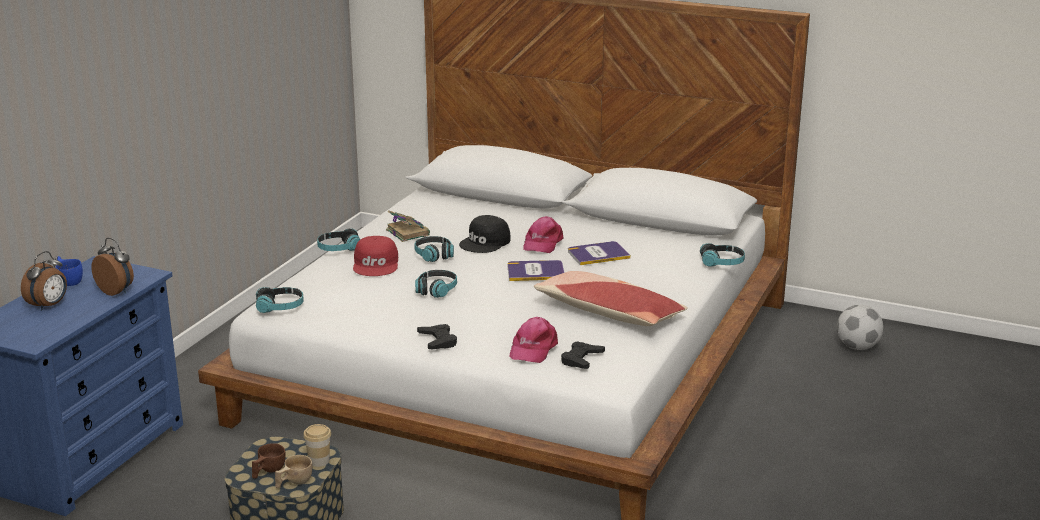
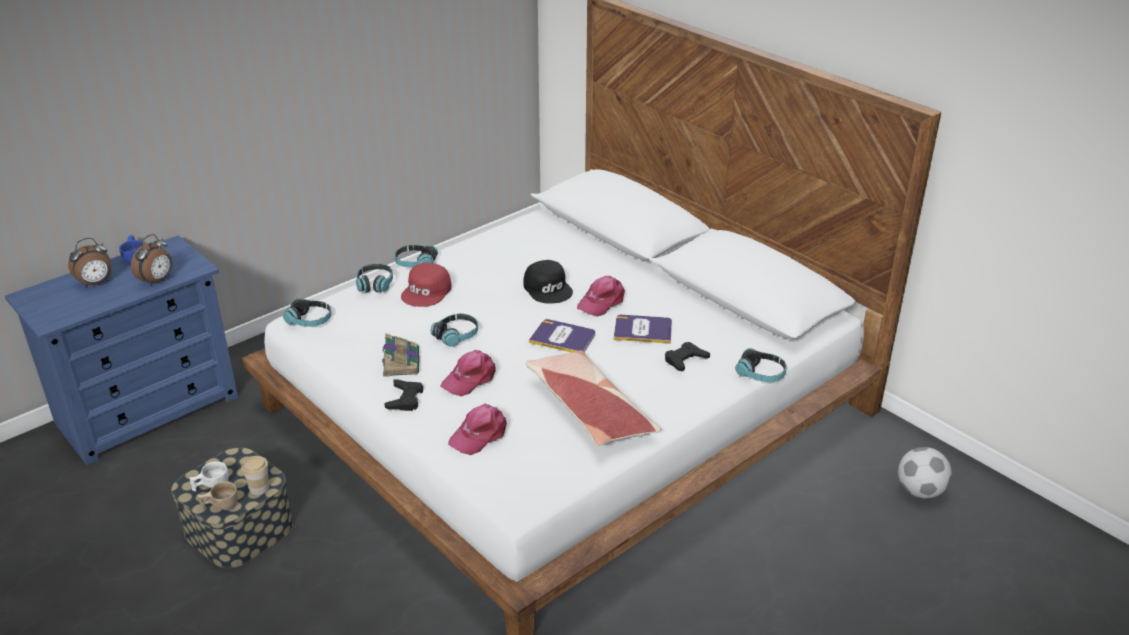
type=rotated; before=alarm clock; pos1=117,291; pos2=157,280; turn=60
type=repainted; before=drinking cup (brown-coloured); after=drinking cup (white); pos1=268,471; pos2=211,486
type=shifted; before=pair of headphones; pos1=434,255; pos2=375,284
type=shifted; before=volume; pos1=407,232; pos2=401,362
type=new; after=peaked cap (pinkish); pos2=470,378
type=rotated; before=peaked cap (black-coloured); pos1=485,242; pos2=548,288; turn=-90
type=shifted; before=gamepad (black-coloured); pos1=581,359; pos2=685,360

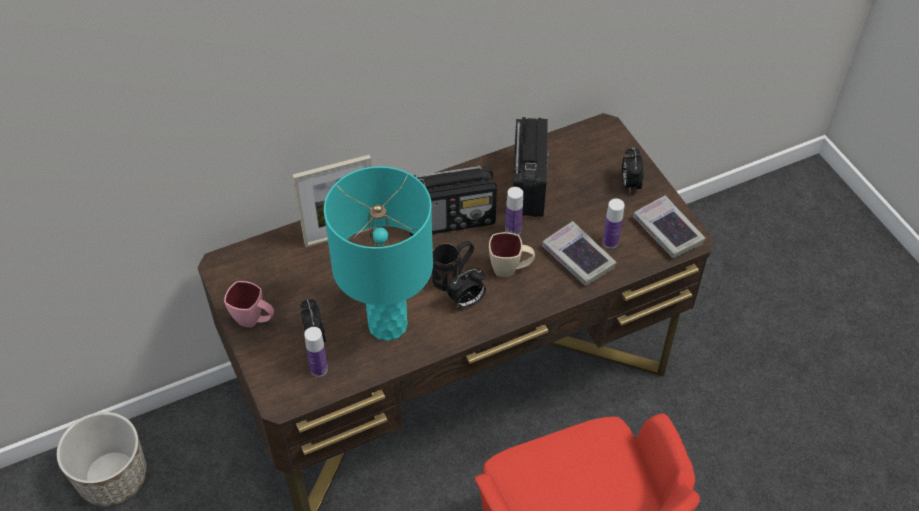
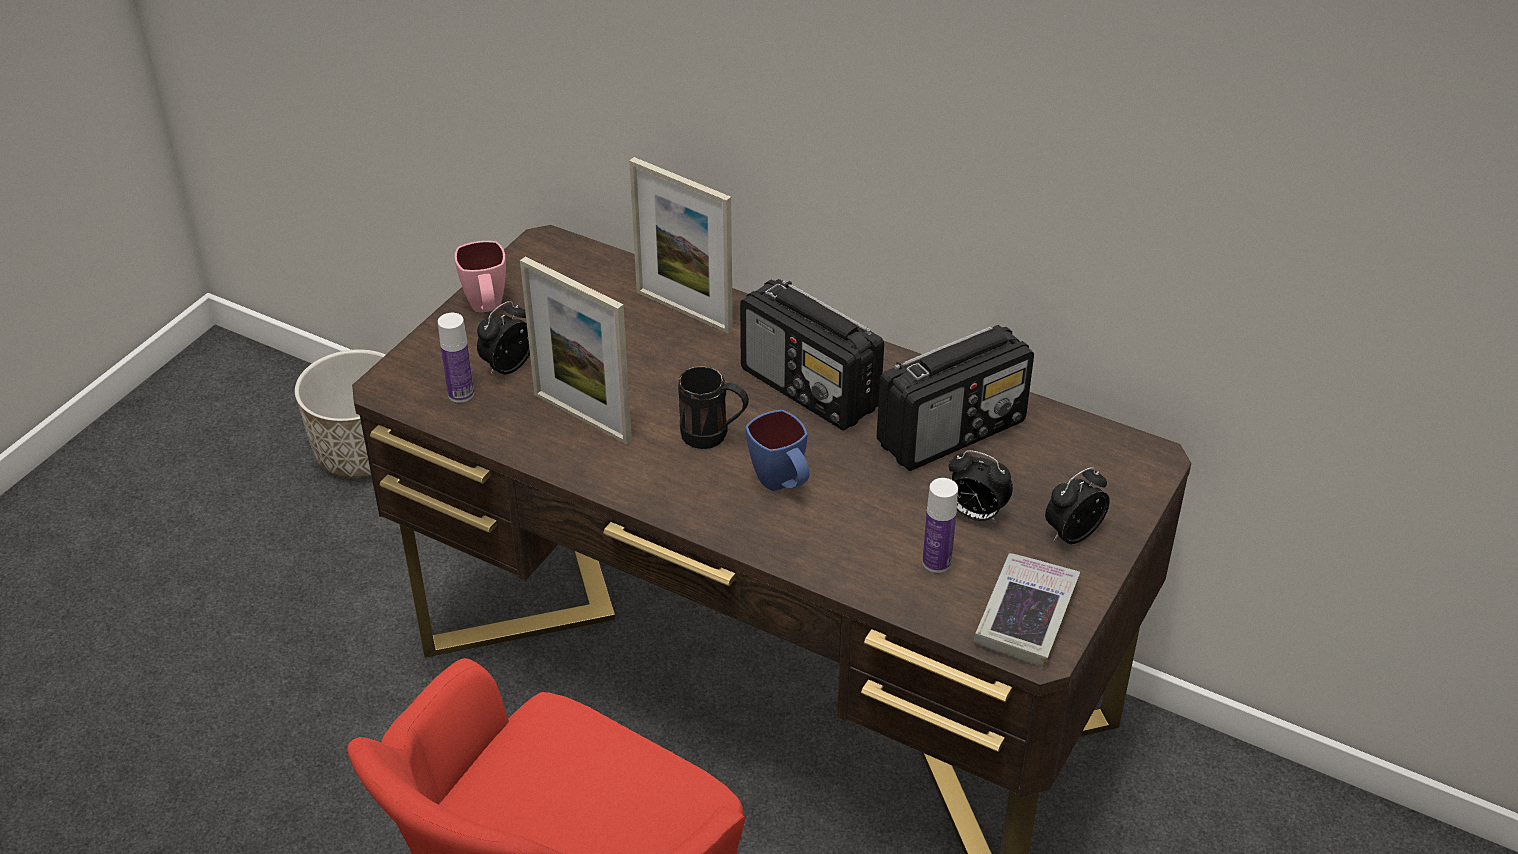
type=swapped; before=table lamp (turquoise-coloured); after=picture frame; pos1=388,324; pos2=582,417
type=repainted; before=mug (sand-coloured); after=mug (blue-coloured); pos1=510,269; pos2=782,485
type=shifted; before=alarm clock; pos1=466,301; pos2=975,514
type=gone; before=beverage bottle; pos1=513,230
type=gone; before=volume; pos1=578,258

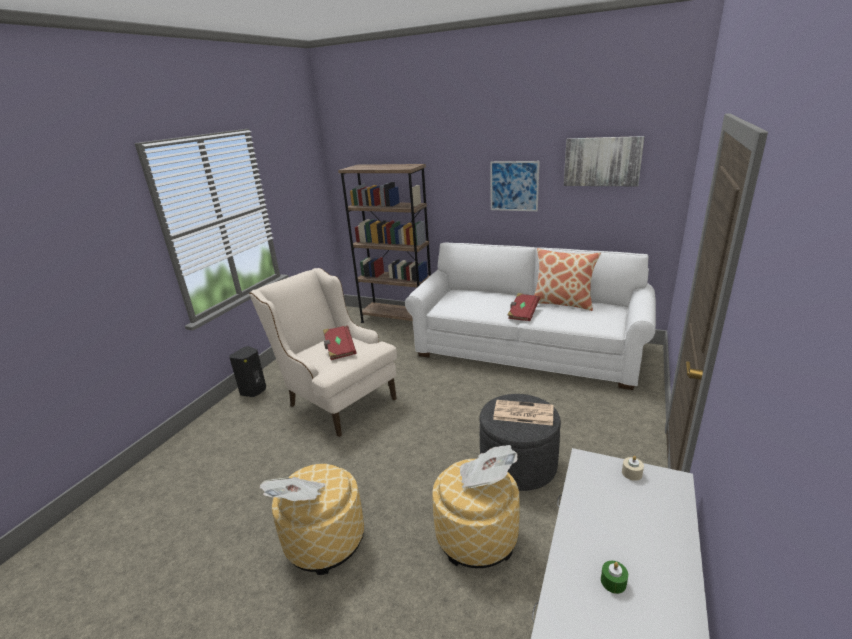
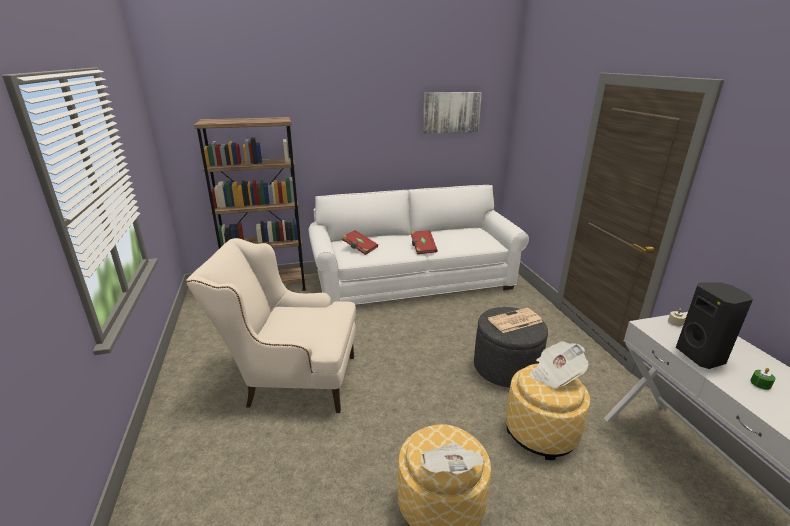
type=shifted; before=volume (red-coloured); pos1=339,349; pos2=359,248
type=shifted; before=speaker (black-coloured); pos1=254,391; pos2=701,356
type=gone; before=wall picture; pos1=514,186
type=gone; before=throw pillow; pos1=562,303

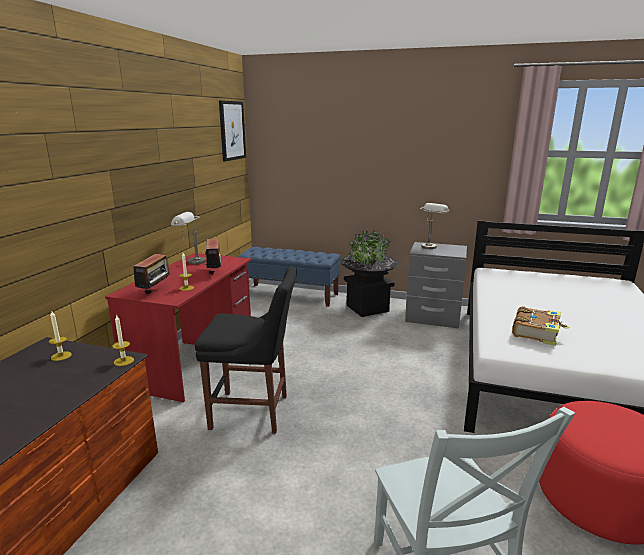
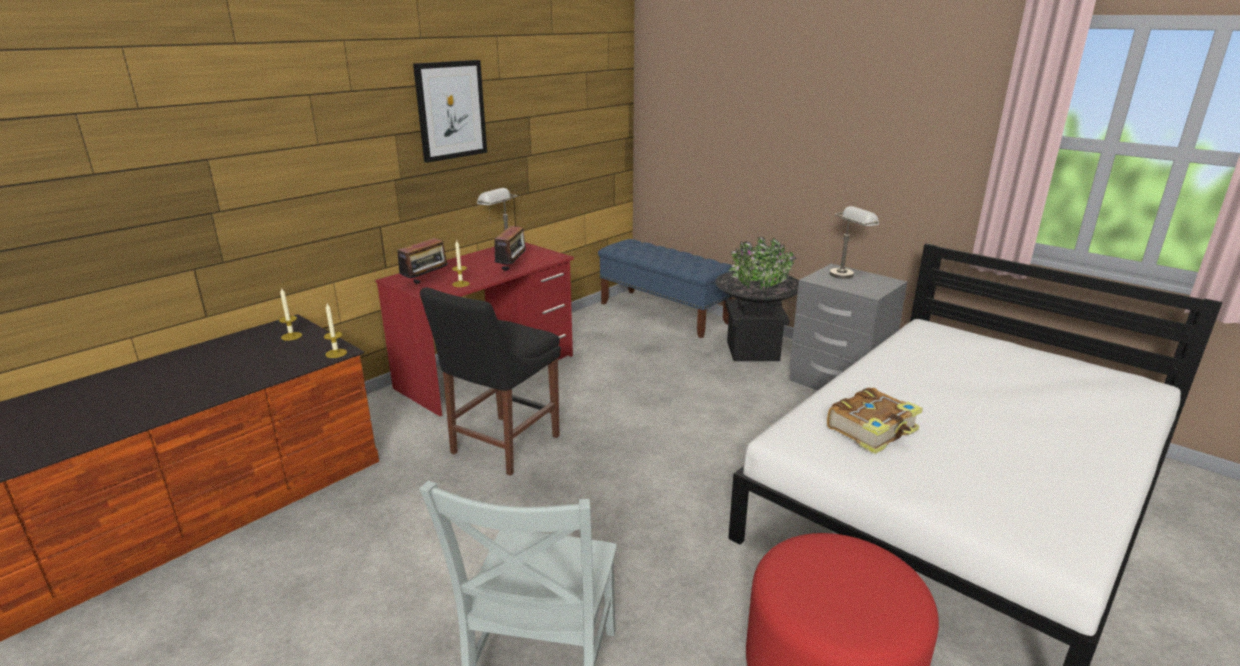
type=shifted; before=wall picture; pos1=232,130; pos2=451,110
type=rotated; before=upright chair (black-coloured); pos1=254,412; pos2=501,447; turn=90

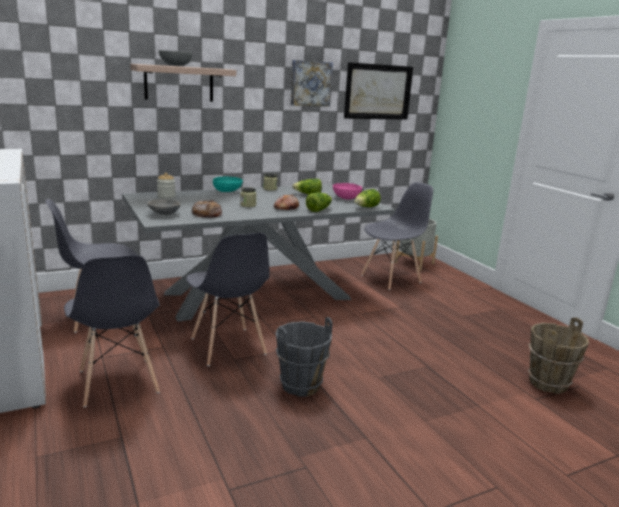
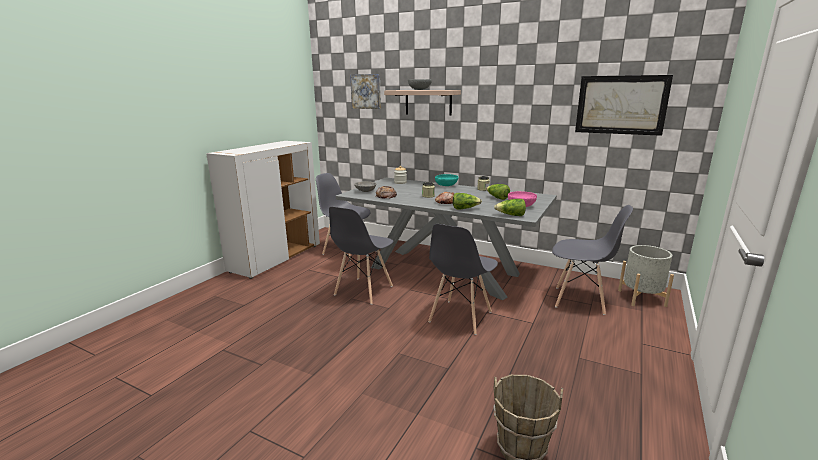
type=shifted; before=wall picture; pos1=310,83; pos2=366,91
type=shifted; before=upright chair (grey); pos1=118,382; pos2=460,317
type=gone; before=bucket (grey); pos1=300,385

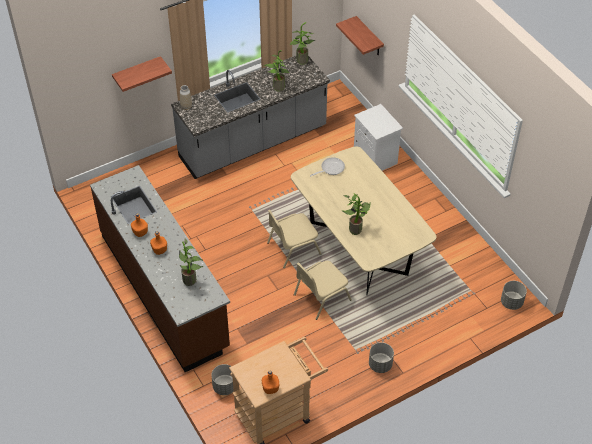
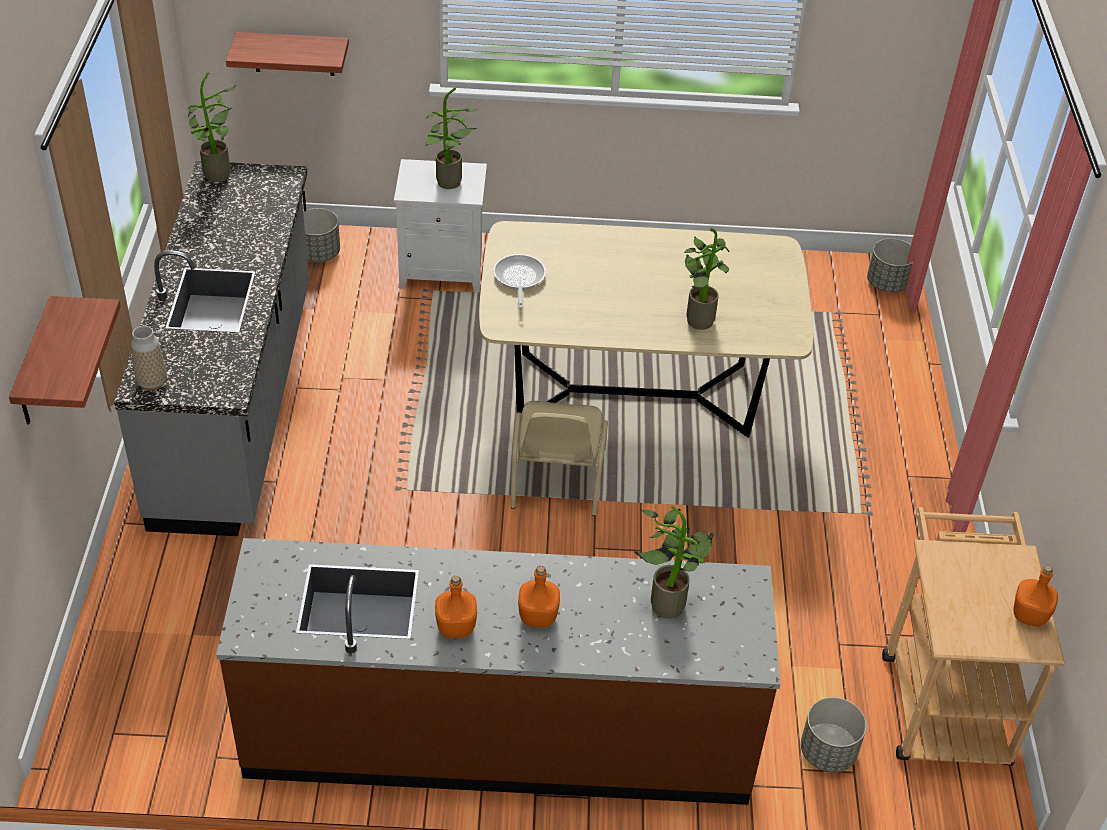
type=shifted; before=planter (grey); pos1=380,365; pos2=319,254
type=shifted; before=potted plant; pos1=277,88; pos2=448,184
type=gone; before=upright chair (sand-coloured); pos1=321,297

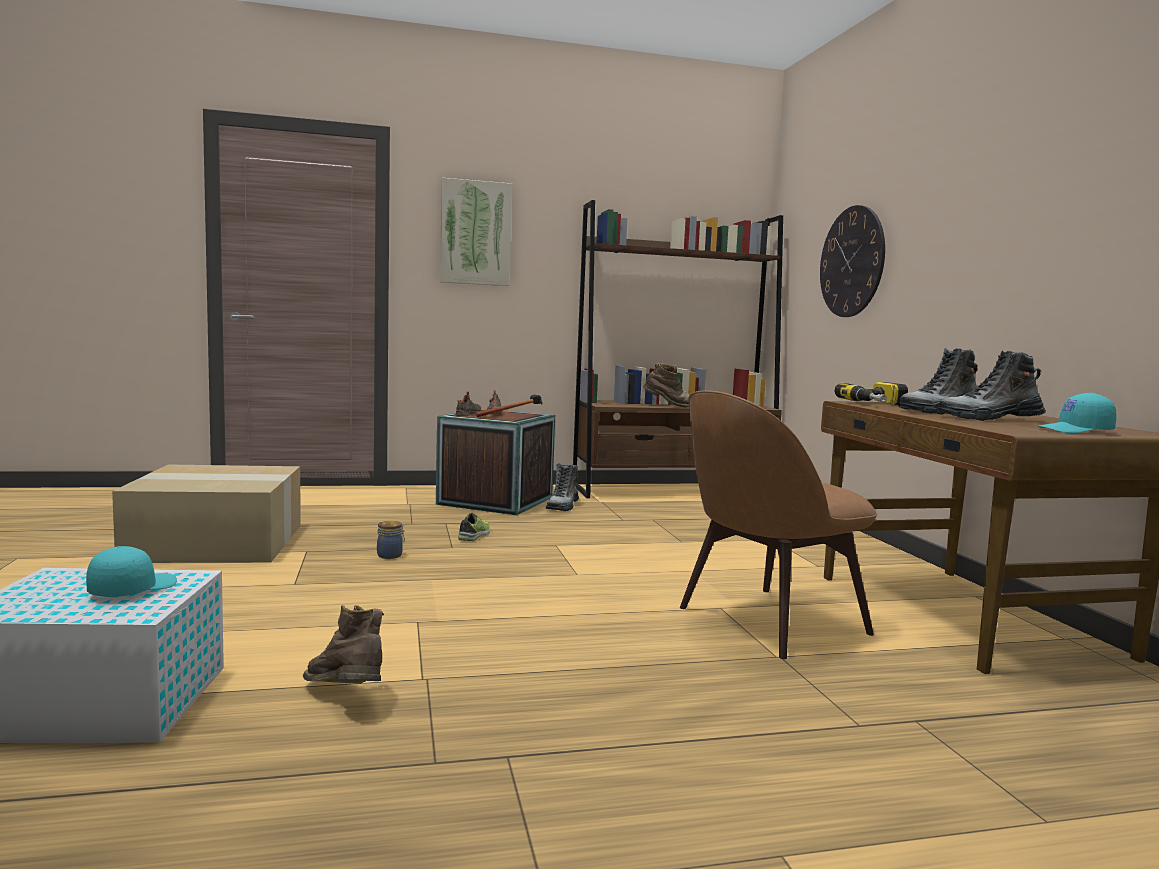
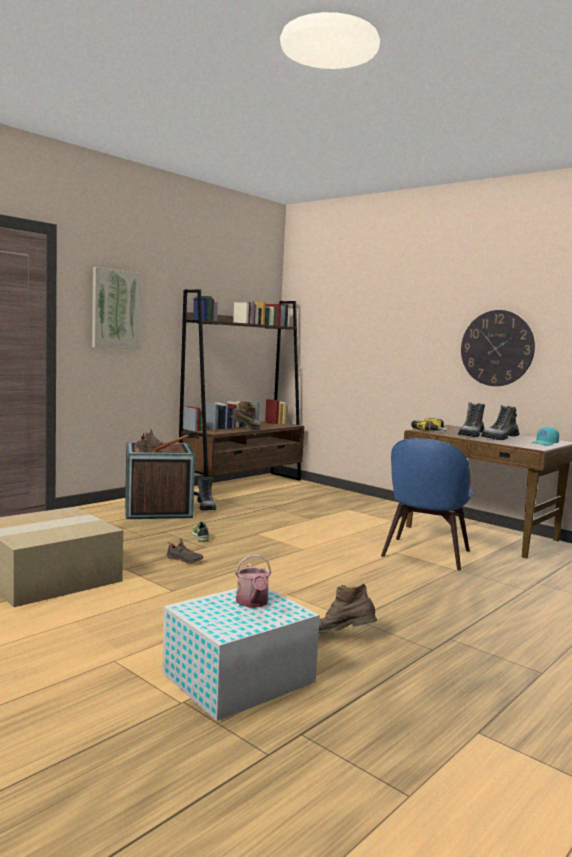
type=swapped; before=preserve jar; after=low shoe (black-coloured); pos1=391,555; pos2=183,560
type=swapped; before=peaked cap (turquoise-coloured); after=sprinkling can; pos1=132,589; pos2=253,603
type=repainted; before=upright chair (brown-coloured); after=upright chair (blue-coloured); pos1=766,622; pos2=425,554
type=shifted; before=wall clock; pos1=852,262; pos2=497,348

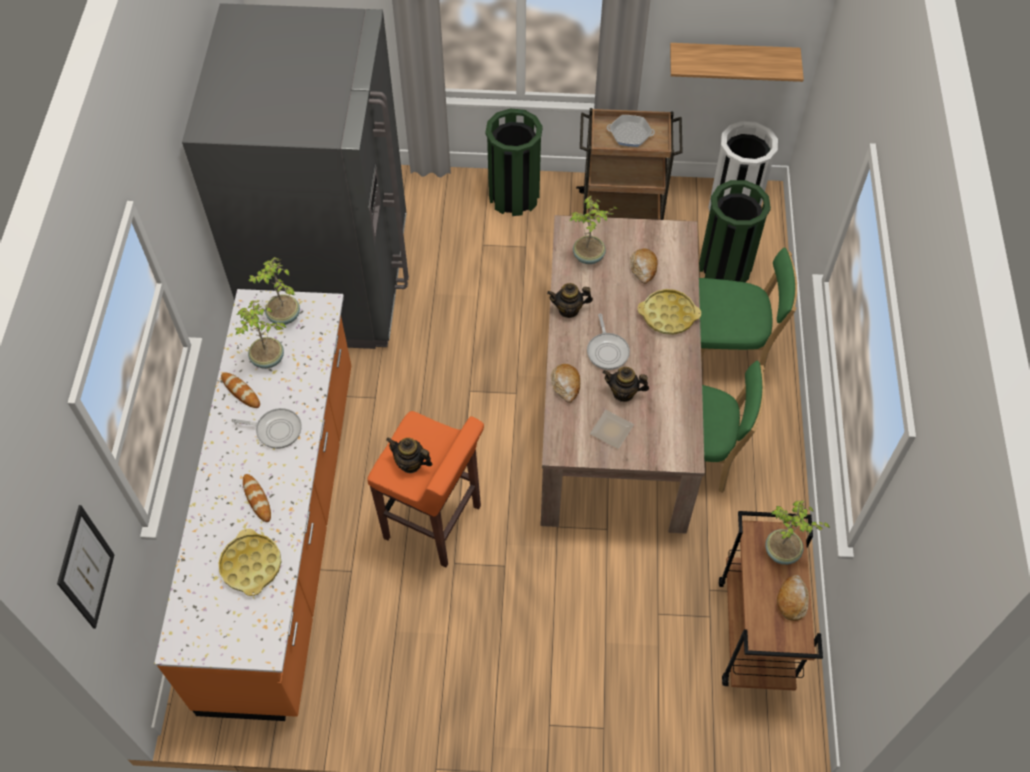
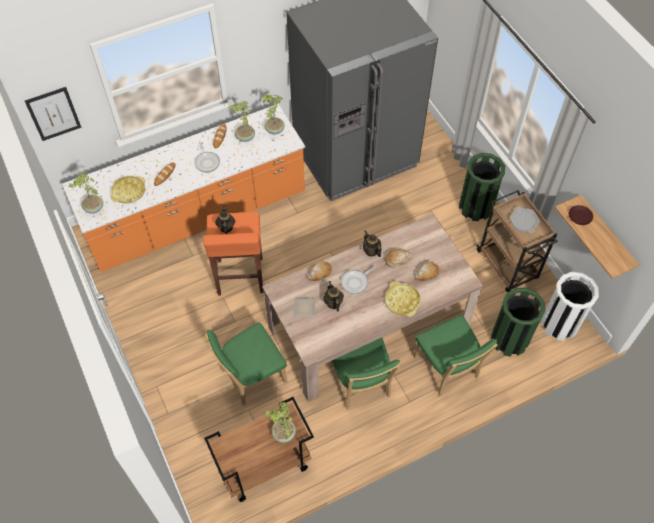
type=shifted; before=potted plant; pos1=589,257; pos2=93,208
type=new; after=upright chair (greenish); pos2=251,377
type=shifted; before=bread; pos1=792,600; pos2=397,259
type=new; after=flat dish (brown-coloured); pos2=580,216

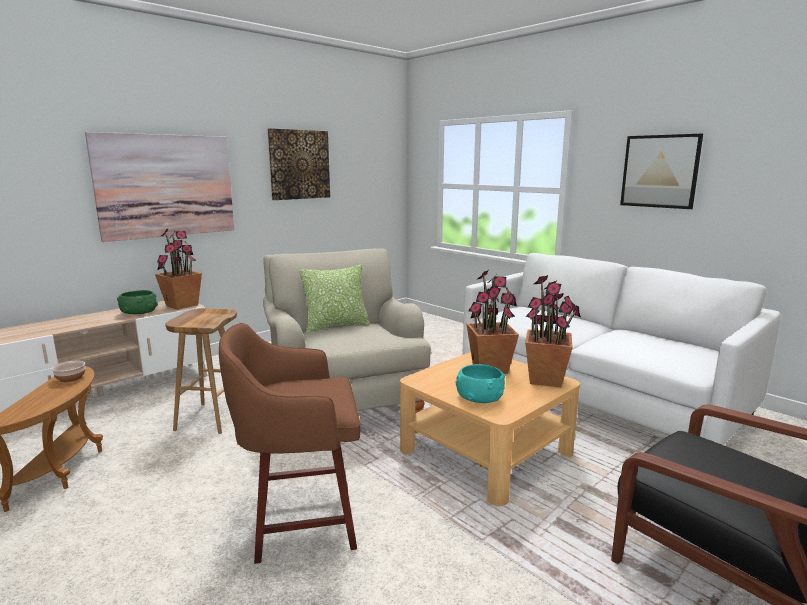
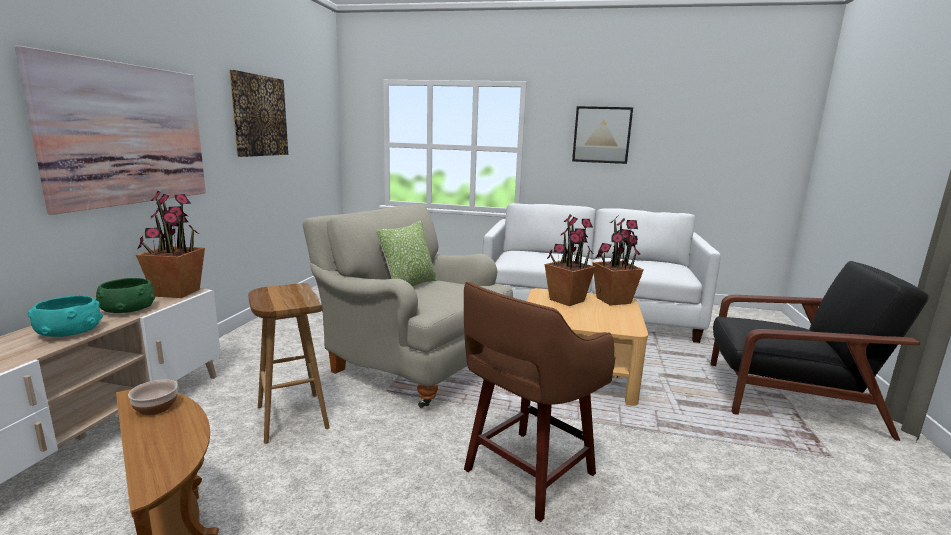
type=shifted; before=deep dish (turquoise-coloured); pos1=479,397; pos2=69,331

